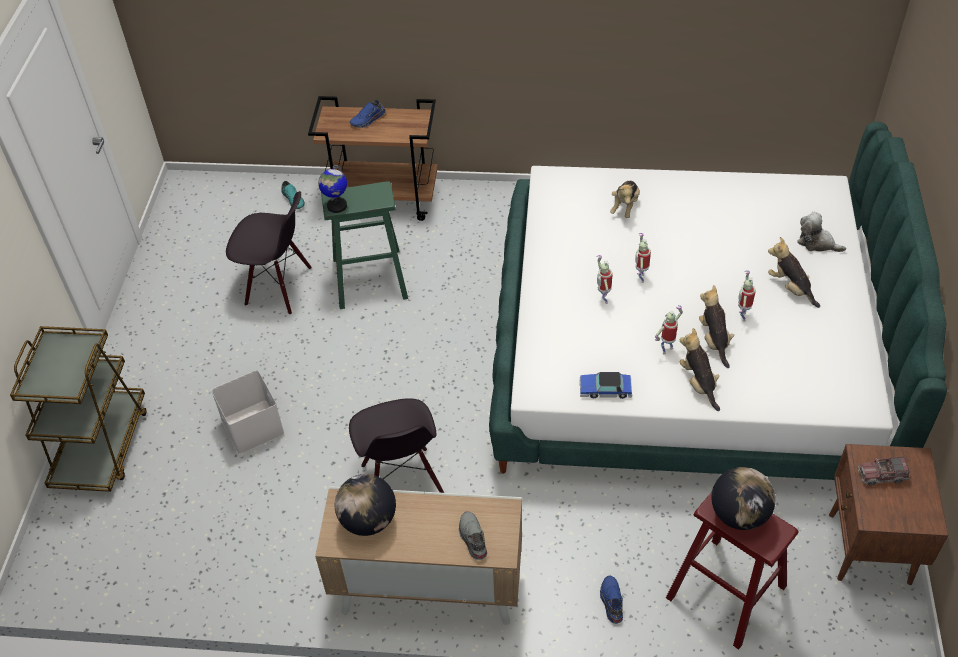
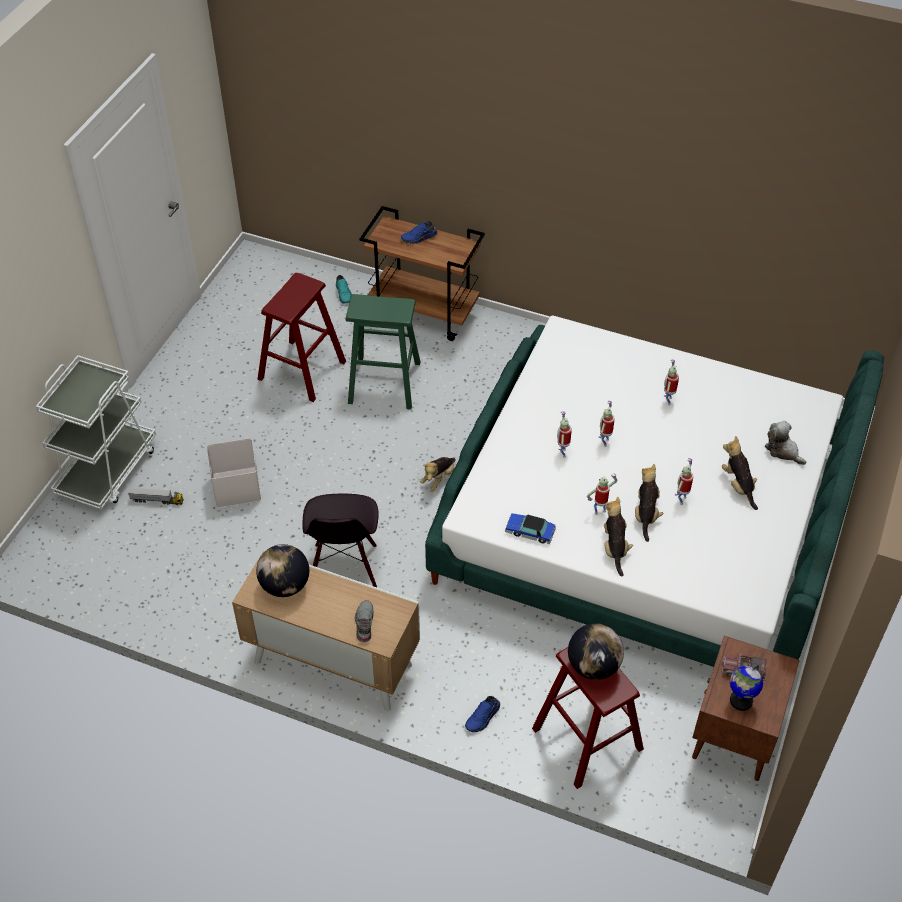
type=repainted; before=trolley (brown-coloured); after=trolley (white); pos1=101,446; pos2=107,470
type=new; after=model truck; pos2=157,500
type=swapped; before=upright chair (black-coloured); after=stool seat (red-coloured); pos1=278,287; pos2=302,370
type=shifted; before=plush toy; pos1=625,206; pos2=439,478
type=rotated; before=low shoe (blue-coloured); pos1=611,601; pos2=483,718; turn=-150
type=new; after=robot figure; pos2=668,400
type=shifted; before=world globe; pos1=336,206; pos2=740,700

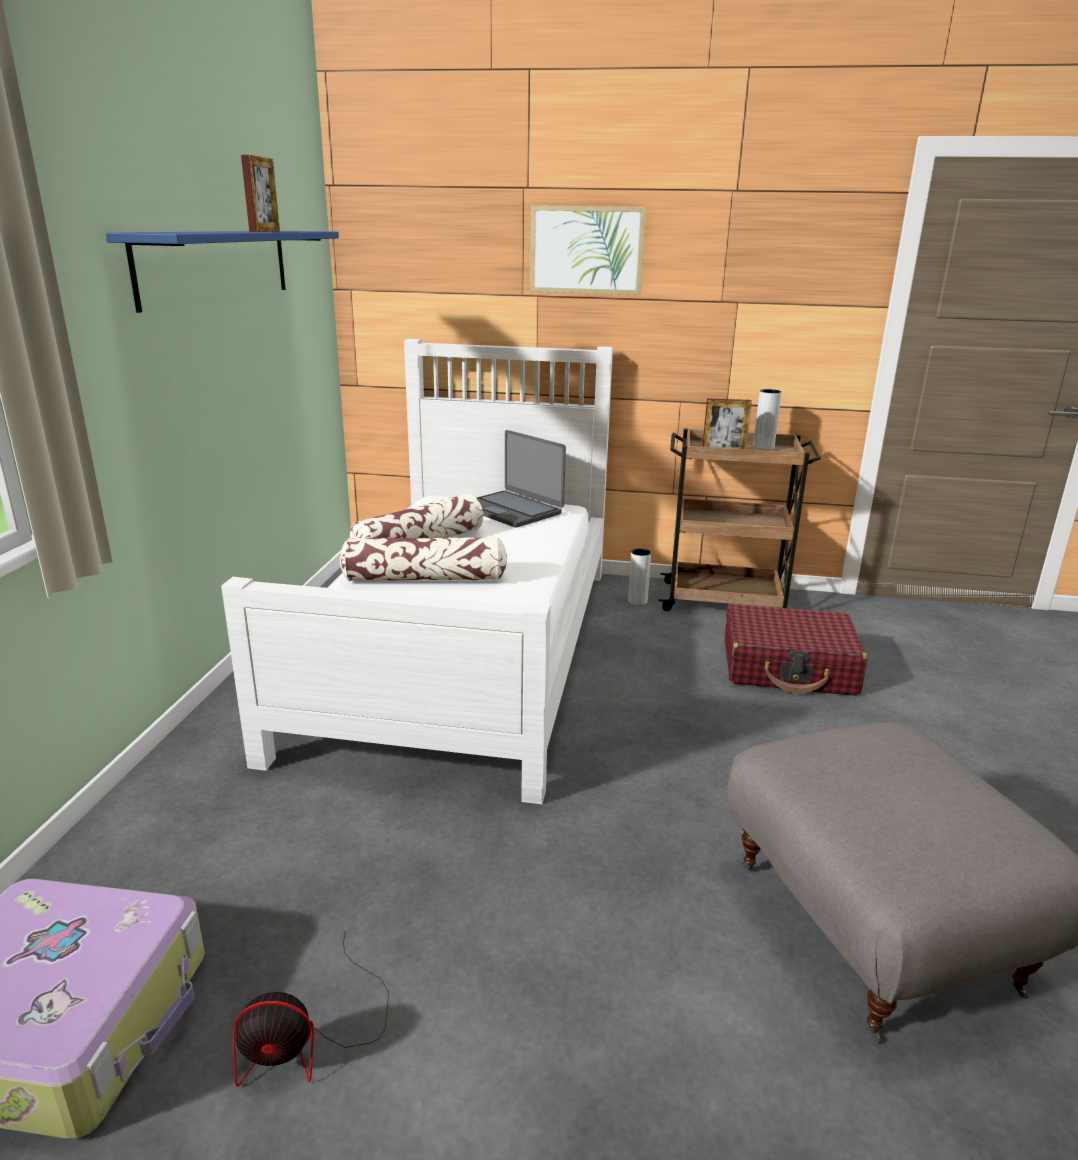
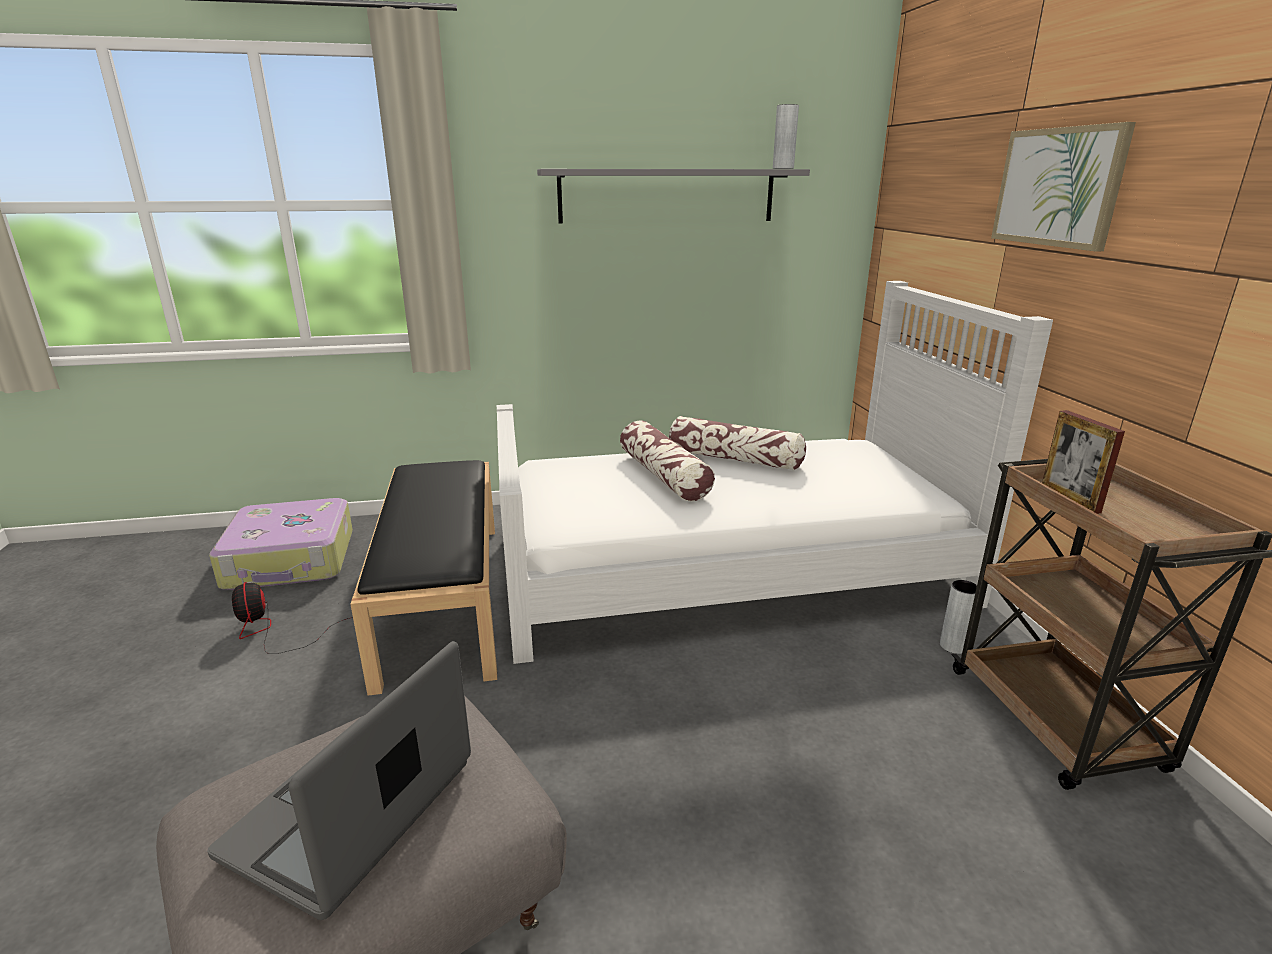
type=shifted; before=notebook computer; pos1=511,510; pos2=353,810
type=new; after=bench (black-coloured); pos2=444,598
type=repainted; before=shelf (blue-coloured); after=shelf (grey); pos1=217,265; pos2=667,196
type=shifted; before=vase (grey); pos1=763,447; pos2=783,168
type=gone; before=picture frame; pos1=265,231
type=gone; before=travel case (red-coloured); pos1=788,668

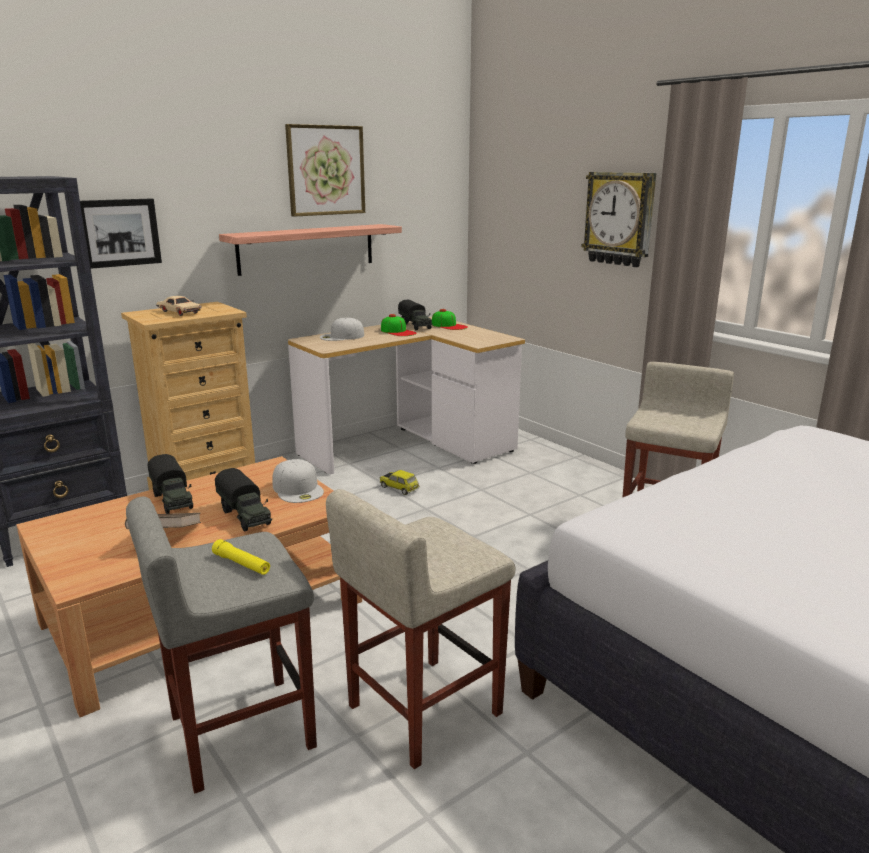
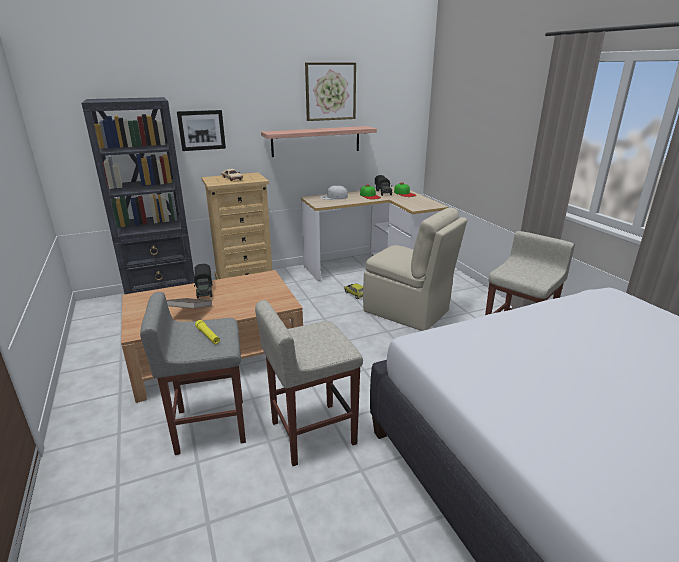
type=new; after=upright chair (sand-coloured); pos2=408,312
type=gone; before=model truck; pos1=245,516
type=gone; before=peaked cap (white); pos1=298,489
type=gone; before=wall clock; pos1=619,219

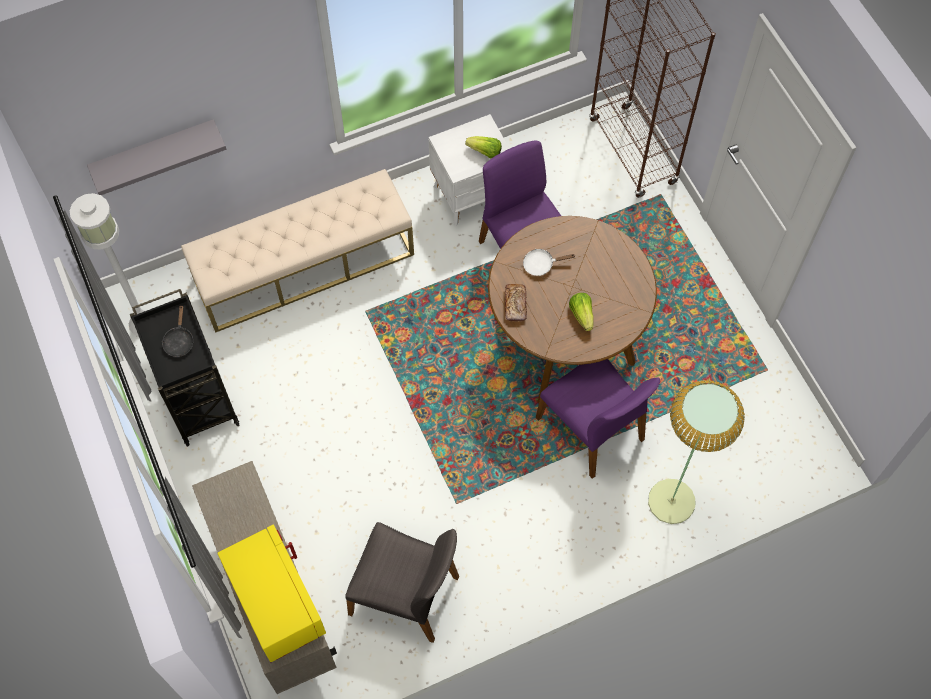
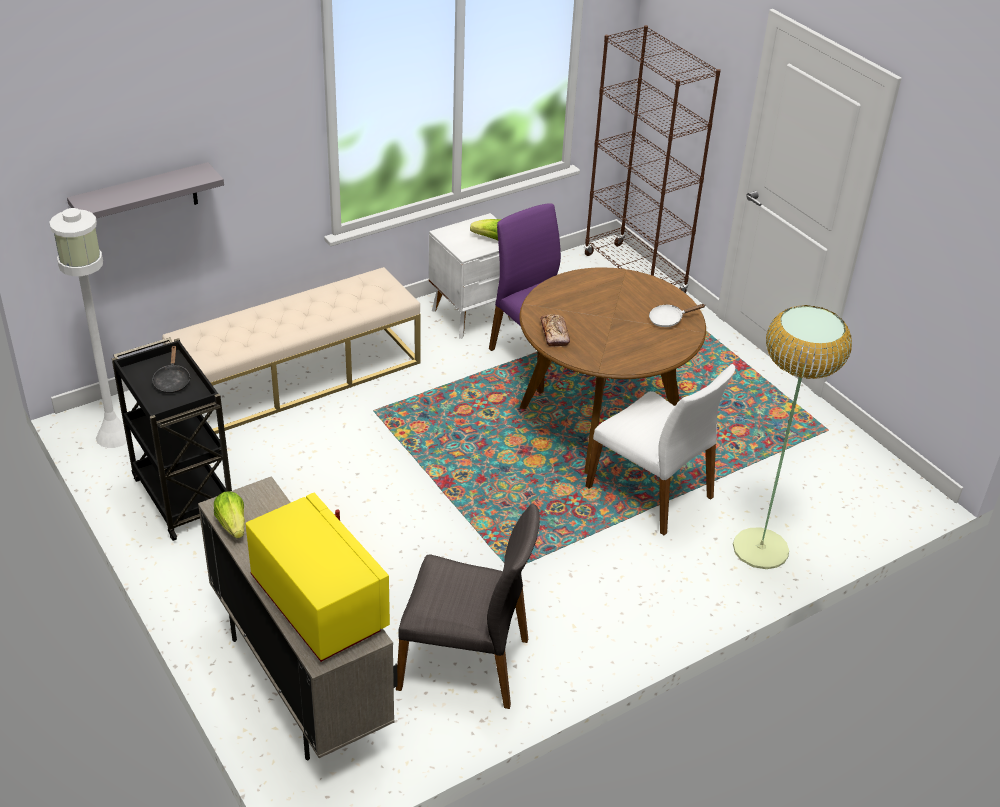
type=shifted; before=lettuce; pos1=582,315; pos2=232,525
type=repainted; before=upright chair (purple-coloured); after=upright chair (white); pos1=592,429; pos2=652,492
type=shifted; before=frying pan (white); pos1=541,264; pos2=669,320

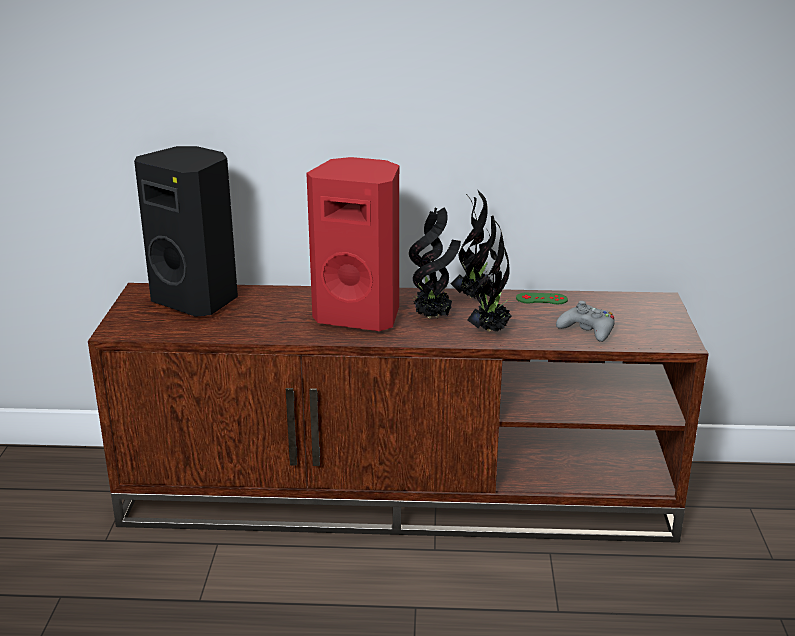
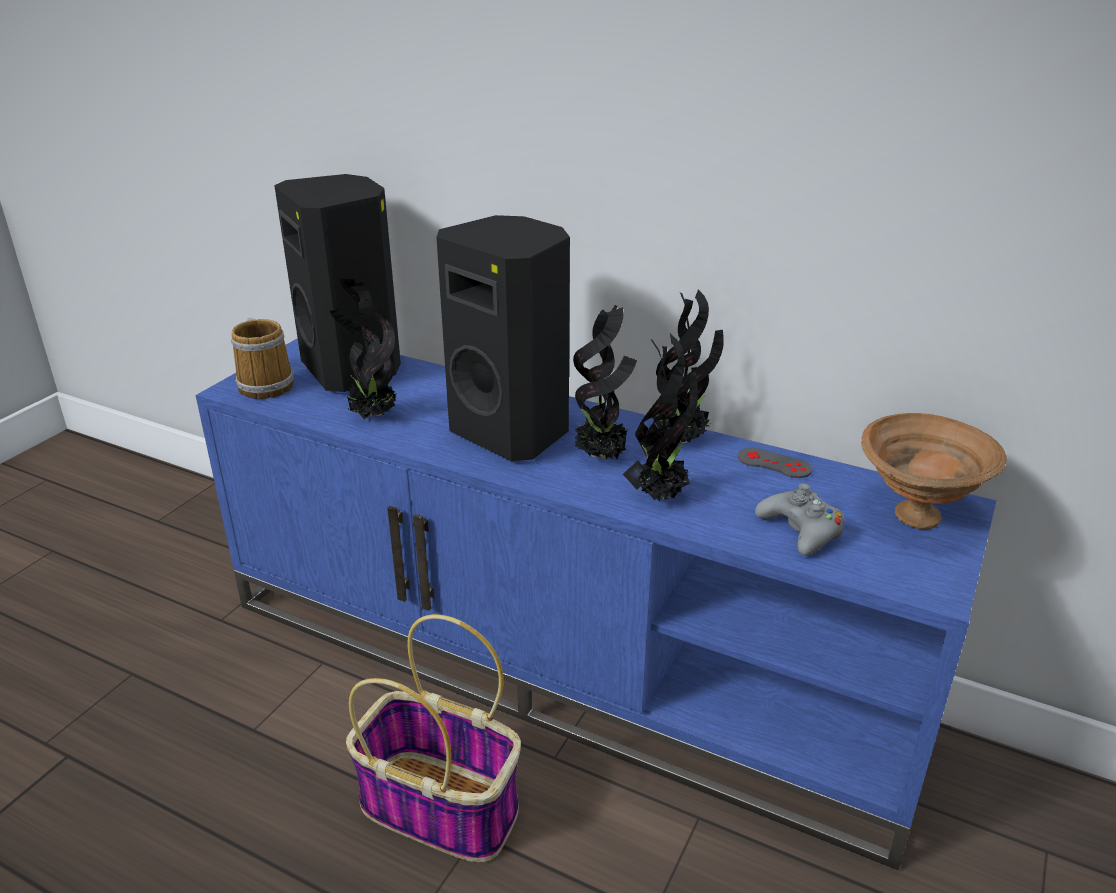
type=repainted; before=media console (brown-coloured); after=media console (blue-coloured); pos1=400,493; pos2=565,664
type=new; after=mug; pos2=267,384
type=new; after=potted plant; pos2=371,416
type=new; after=household basket; pos2=443,807
type=repainted; before=speaker (red-coloured); after=speaker (black-coloured); pos1=360,315; pos2=513,432
type=repainted; before=gamepad (greenish); after=gamepad (grey); pos1=541,299; pos2=774,463
type=new; after=deep dish (brown-coloured); pos2=916,518

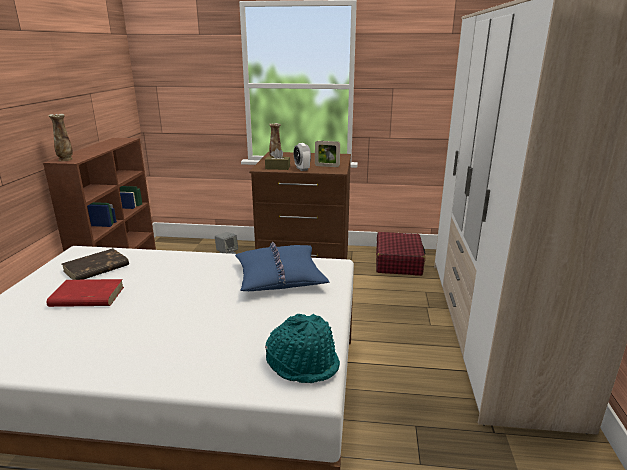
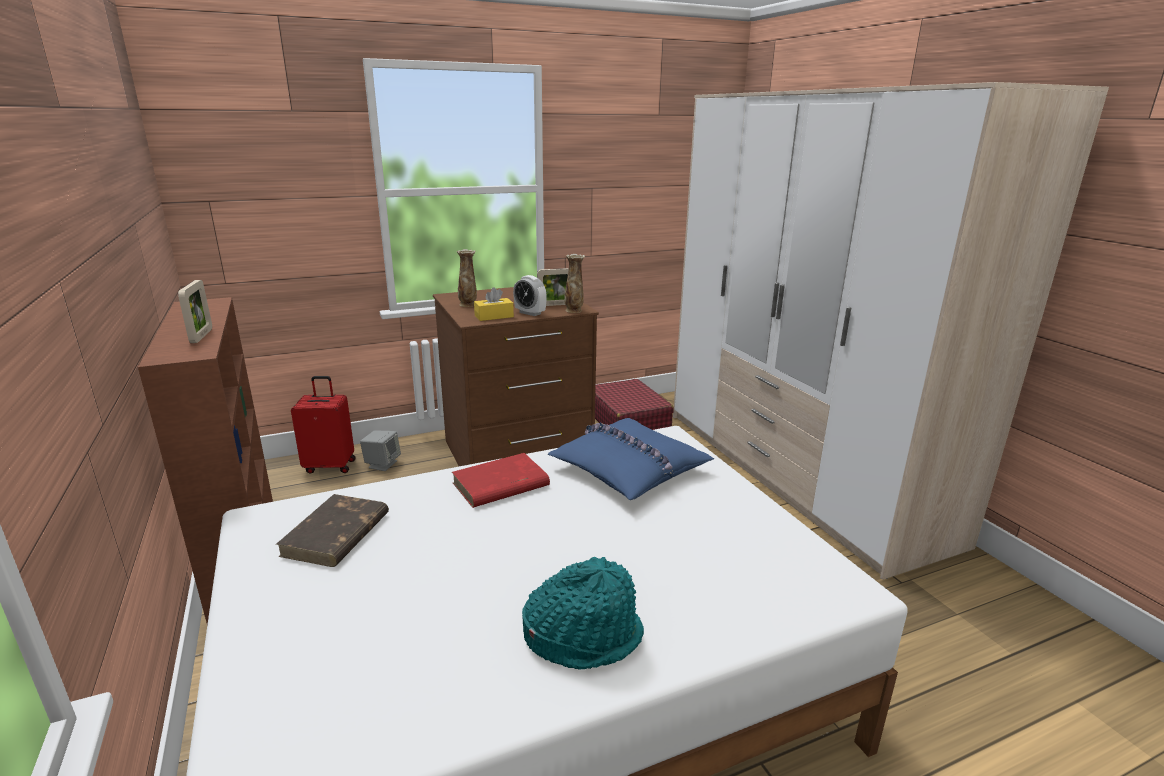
type=new; after=picture frame; pos2=201,336
type=new; after=travel case (red-coloured); pos2=330,466
type=shifted; before=volume (red-coloured); pos1=86,297; pos2=500,485
type=repainted; before=tissue holder (brown-coloured); after=tissue holder (yellowish); pos1=277,168; pos2=494,316
type=shifted; before=hat (turquoise-coloured); pos1=303,363; pos2=583,635
type=shifted; before=vase; pos1=65,159; pos2=574,311

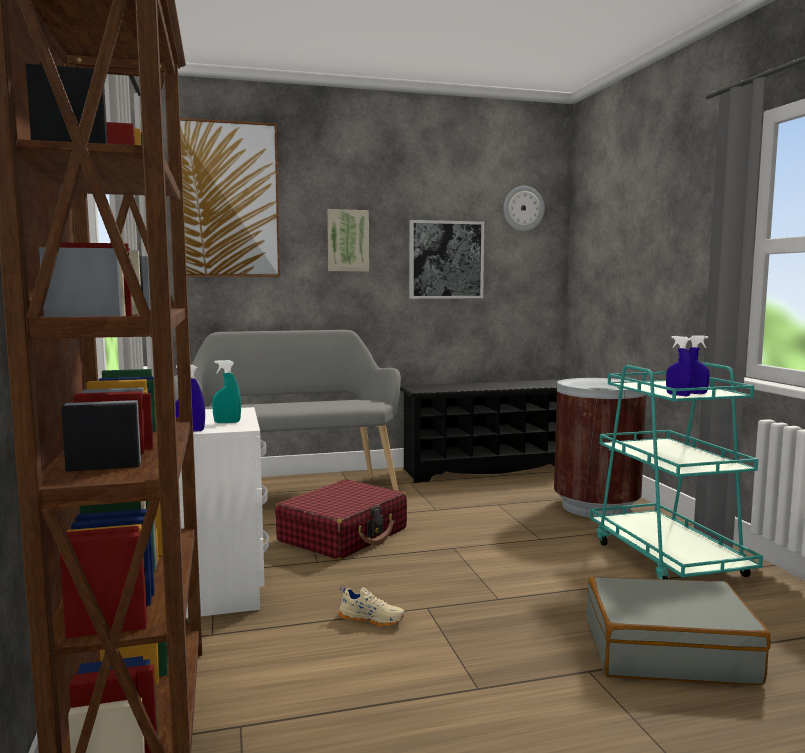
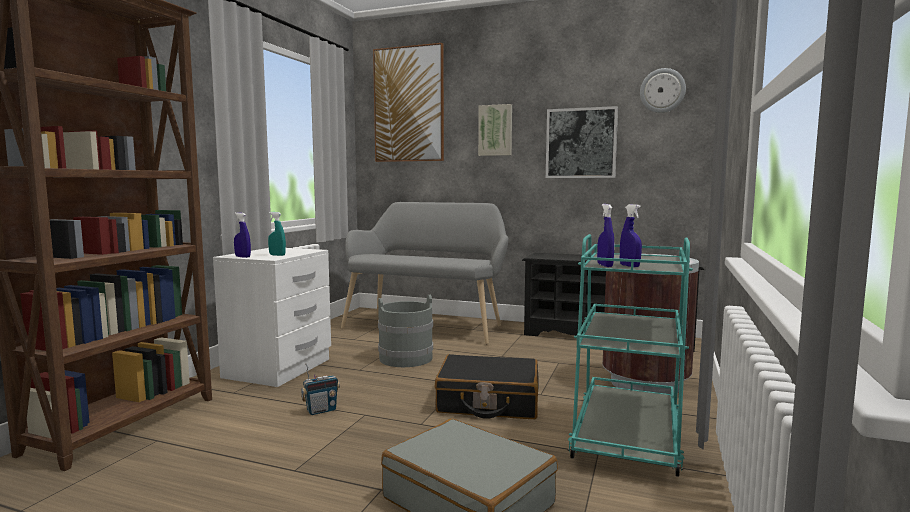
type=swapped; before=low shoe (sand-coloured); after=radio; pos1=372,619; pos2=321,410
type=swapped; before=travel case (red-coloured); after=bucket (grey); pos1=344,535; pos2=406,358
type=new; after=travel case (black-coloured); pos2=488,402

